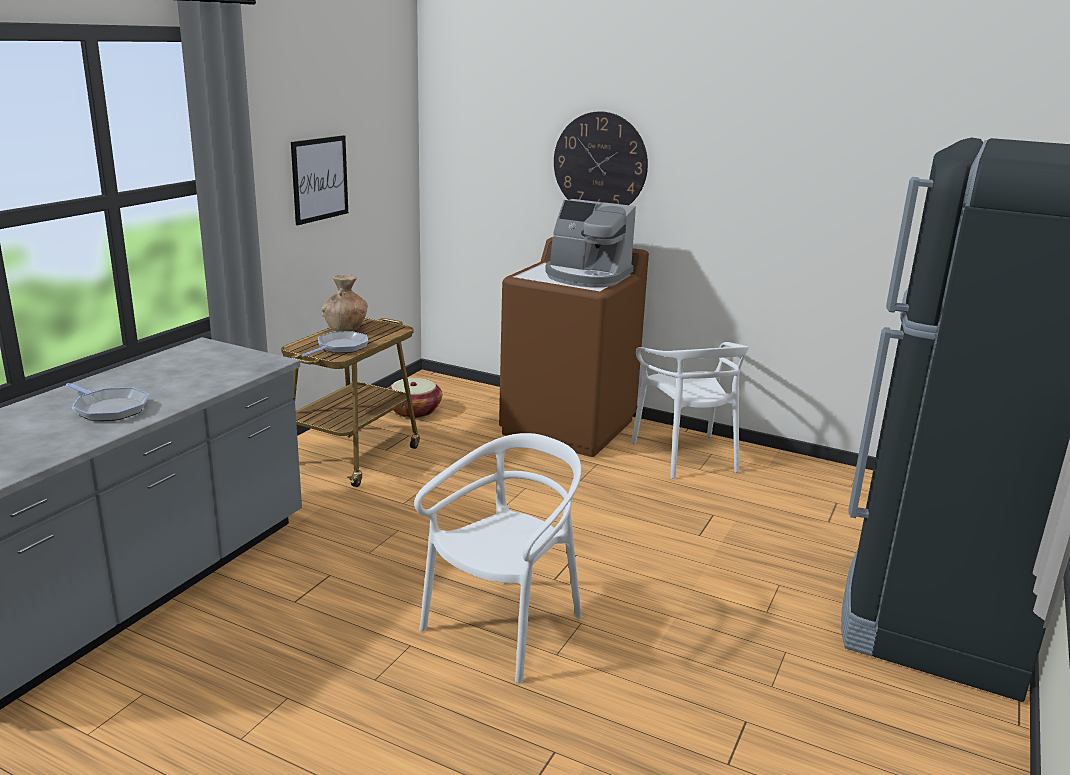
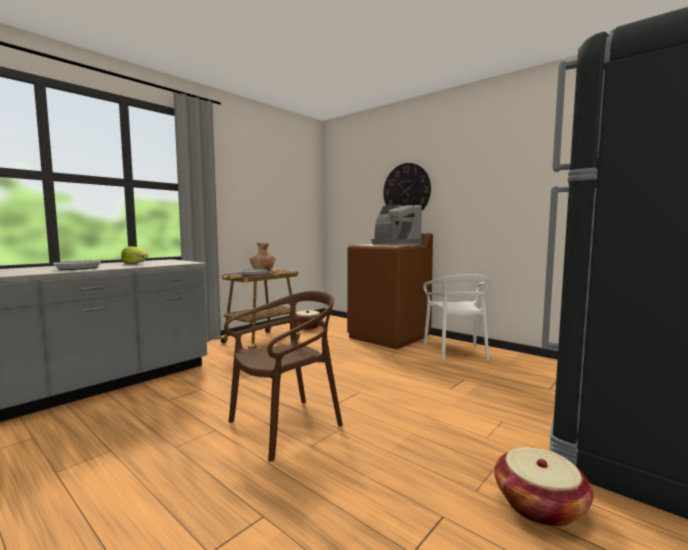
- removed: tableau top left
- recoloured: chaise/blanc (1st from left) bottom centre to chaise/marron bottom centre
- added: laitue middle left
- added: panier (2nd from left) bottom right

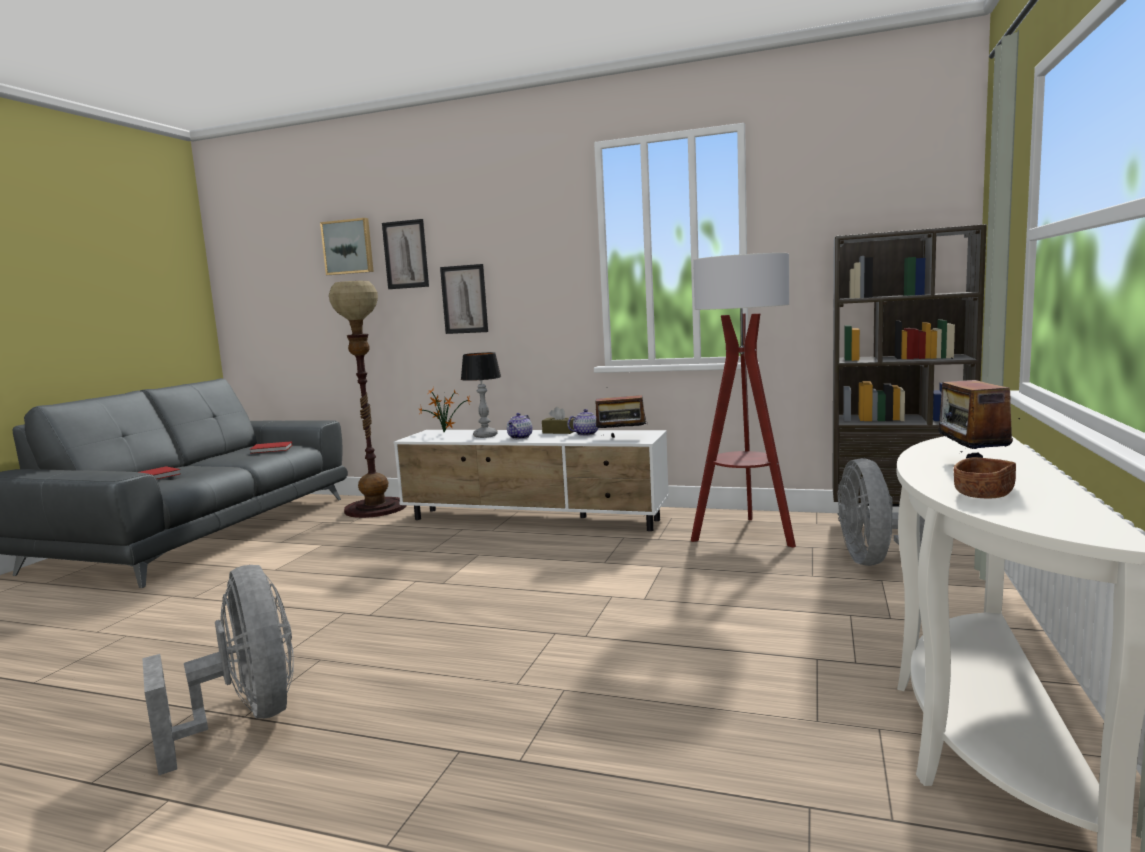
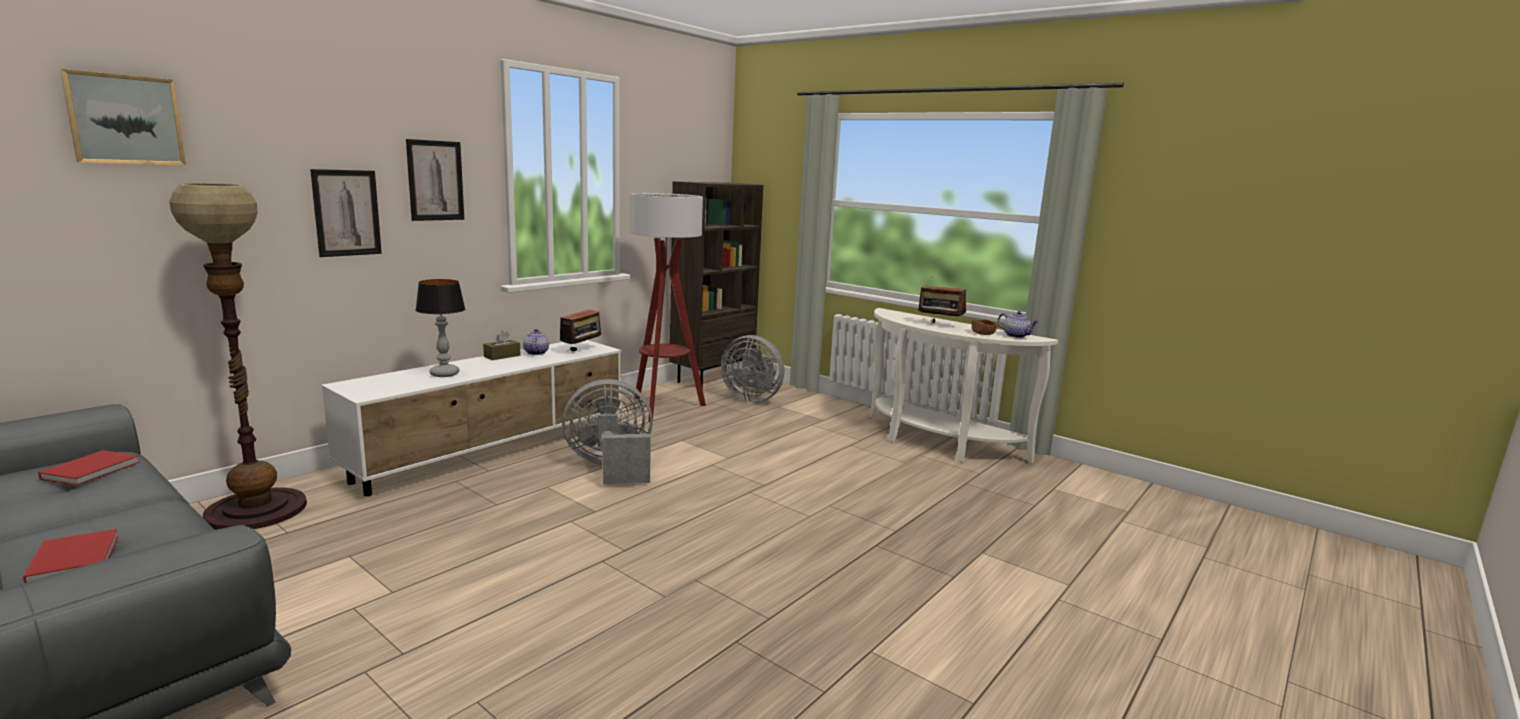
- moved: tableau (2nd from left in the first image) top centre to tableau (3rd from left) top left
- removed: plante en pot centre
- moved: théière (1st from left in the first image) centre to théière (2nd from left) middle right
- moved: ventilateur/gris (1st from left) bottom left to centre

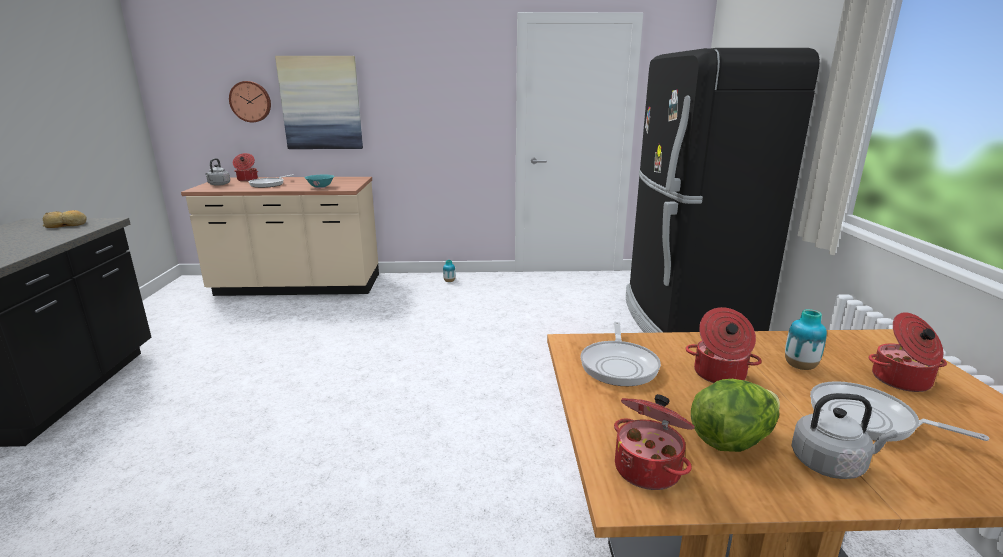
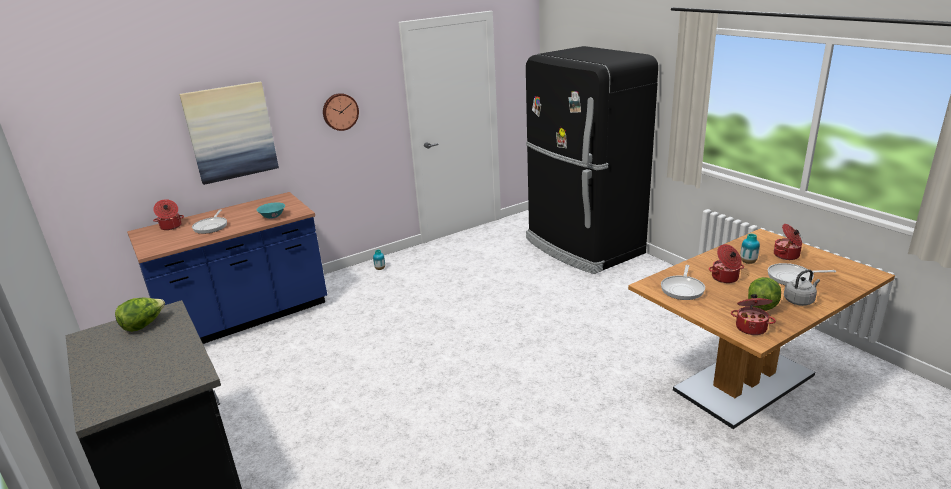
- moved: horloge murale top left to top centre
- removed: bouilloire/gris (1st from left) top left
- recoloured: comptoir de cuisine/beige middle left to comptoir de cuisine/bleu middle left
- replaced: pain middle left to laitue (1st from left) middle left
- turned: poêle (2nd from left) centre = middle right 45 degrees clockwise

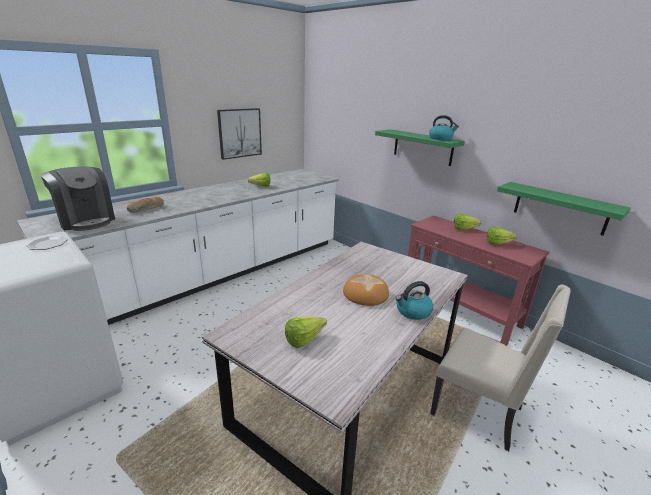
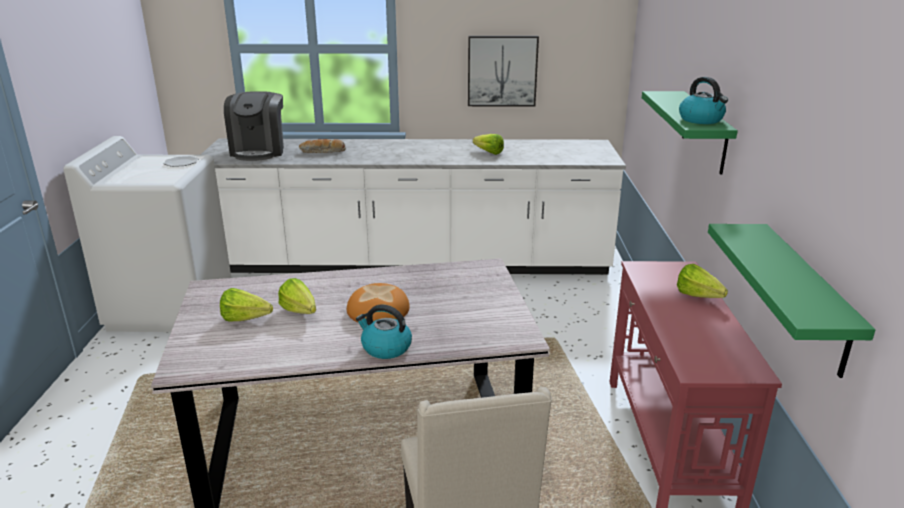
- moved: laitue (4th from left in the first image) middle right to laitue (2nd from left) middle left

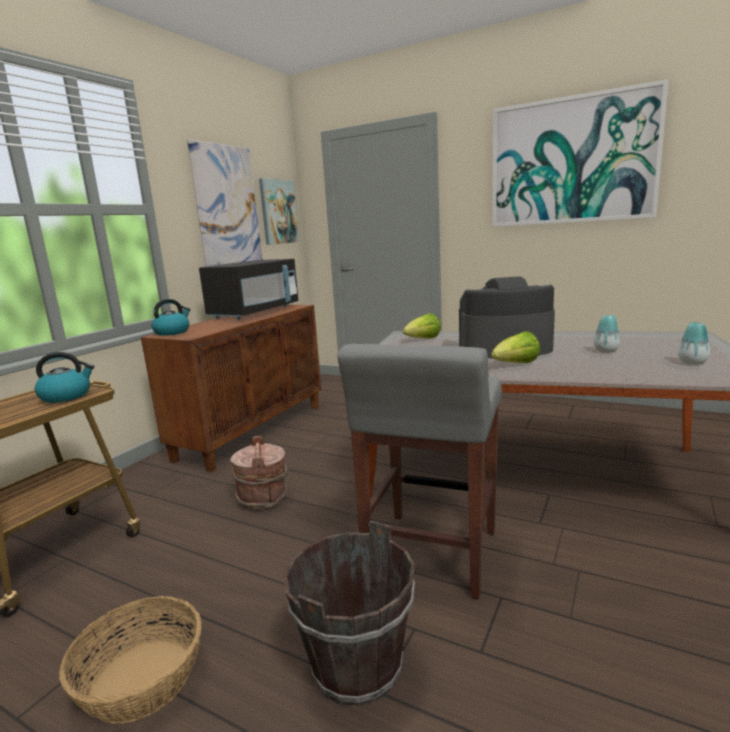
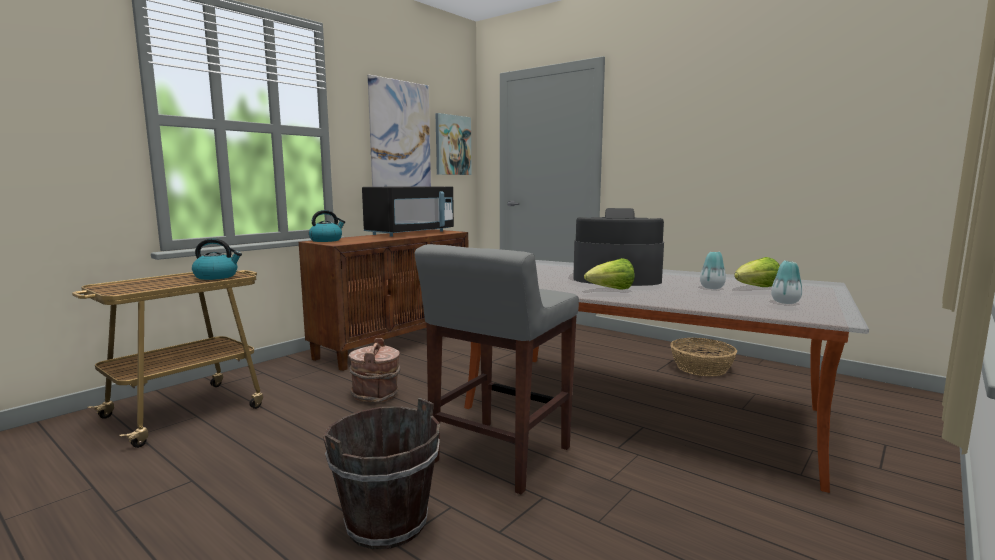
- removed: tableau (3rd from left) top right
- moved: laitue (1st from left in the first image) centre to laitue (2nd from left) middle right
- moved: panier bottom left to middle right

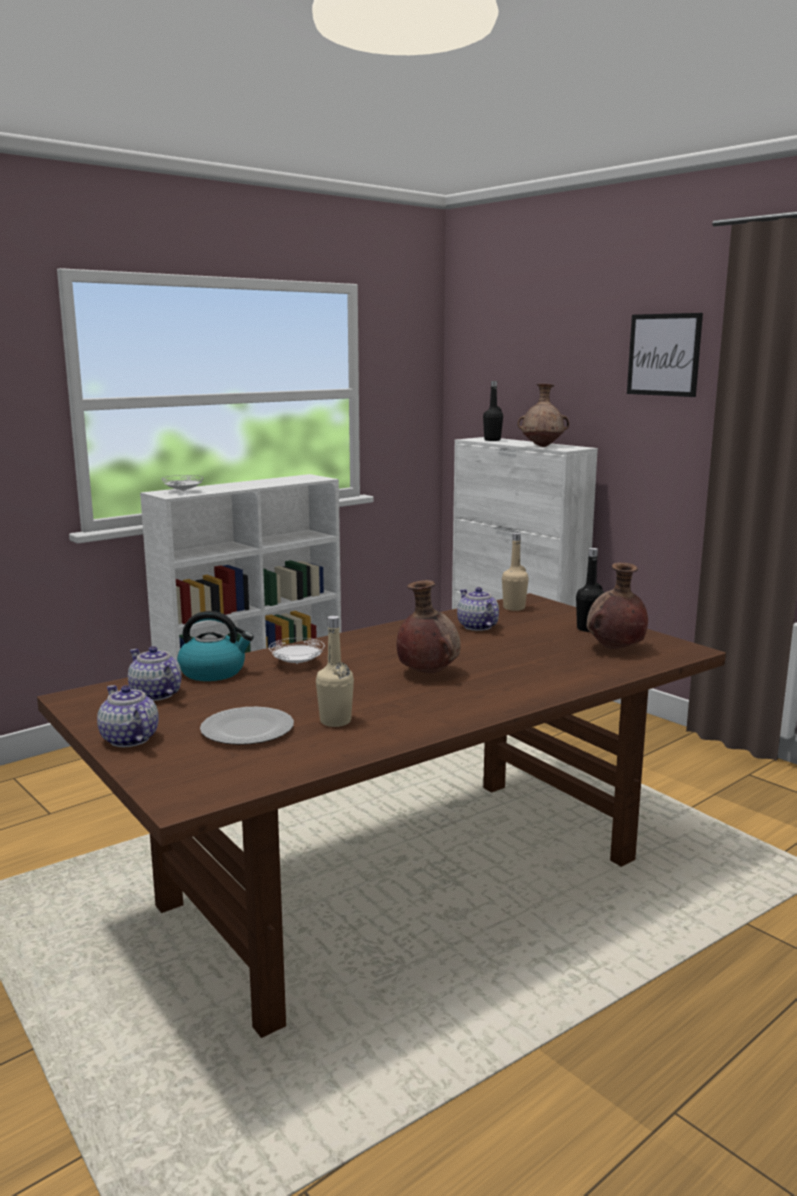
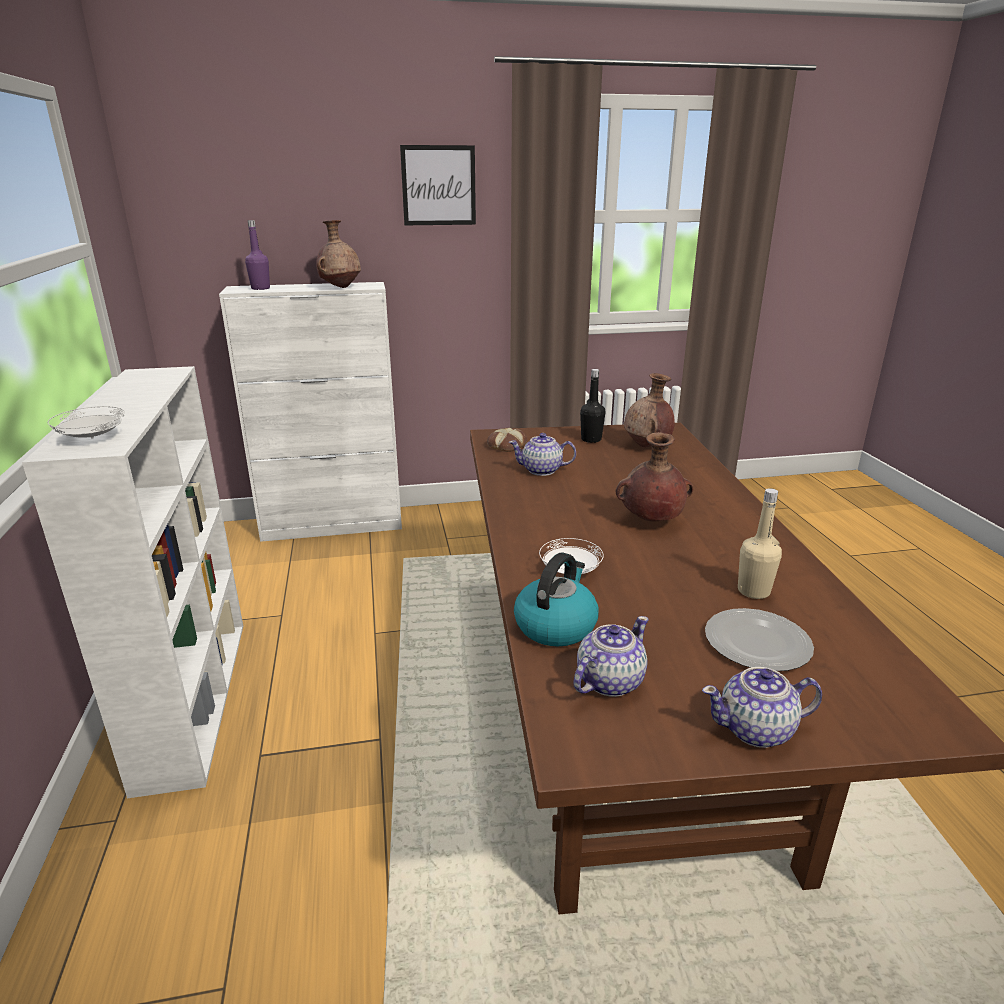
- recoloured: bouteille/noir (1st from left) centre to bouteille/violet top left
- replaced: bouteille/beige (2nd from left) centre to pain centre
- turned: théière (2nd from left) middle left = centre 150 degrees clockwise

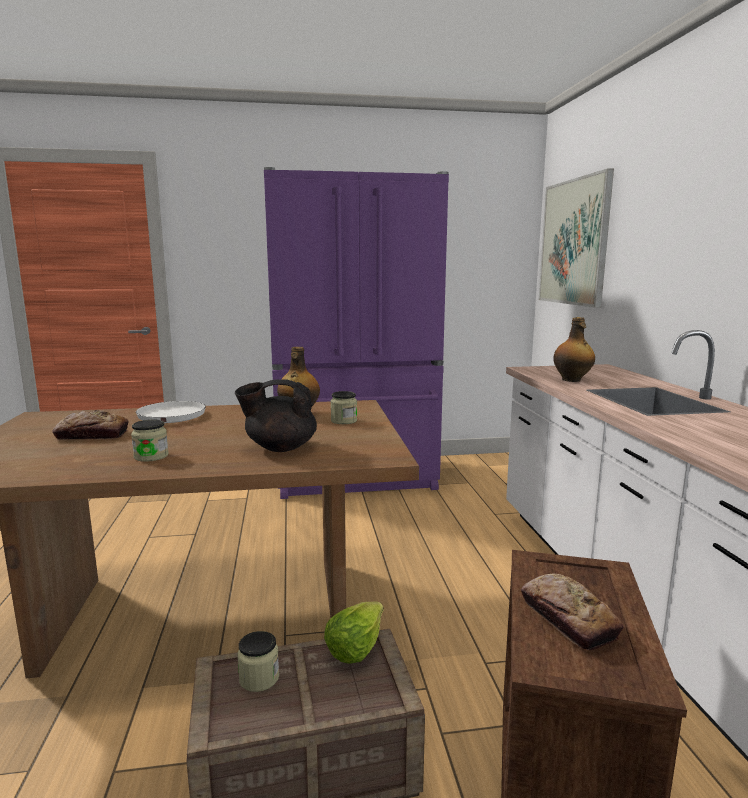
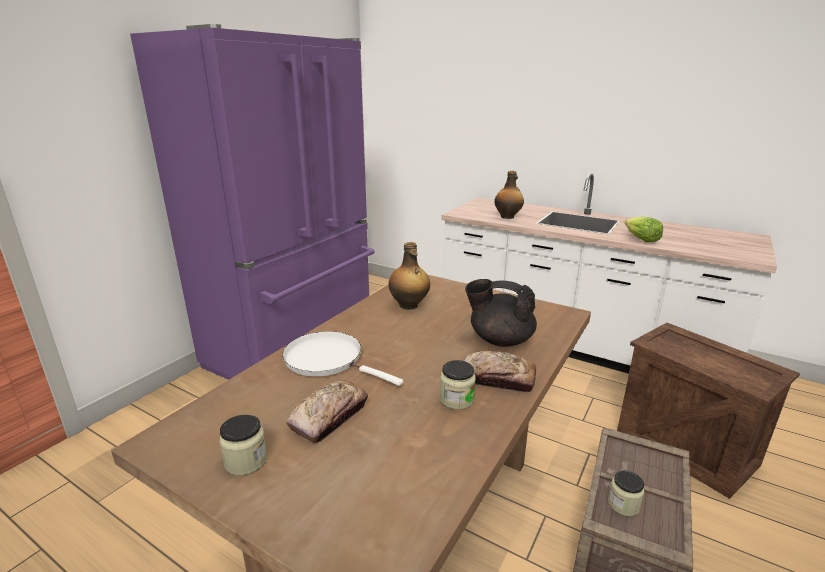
- removed: tableau top right
- turned: théière/noir centre = centre 75 degrees clockwise
- moved: bocal (3rd from left in the first image) centre to bocal (1st from left) bottom left
- moved: pain (2nd from left) bottom right to centre
- moved: laitue bottom centre to middle right

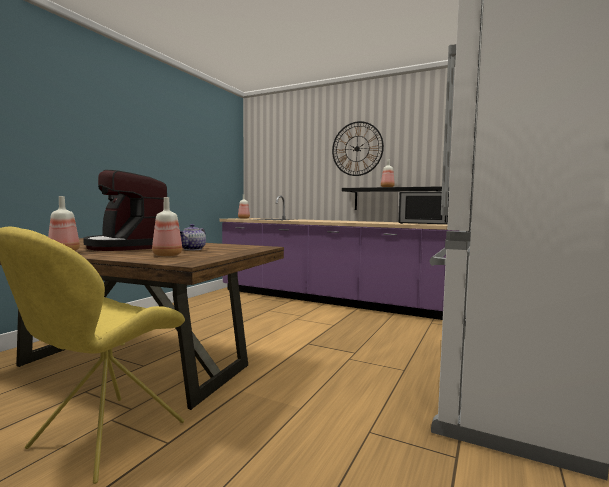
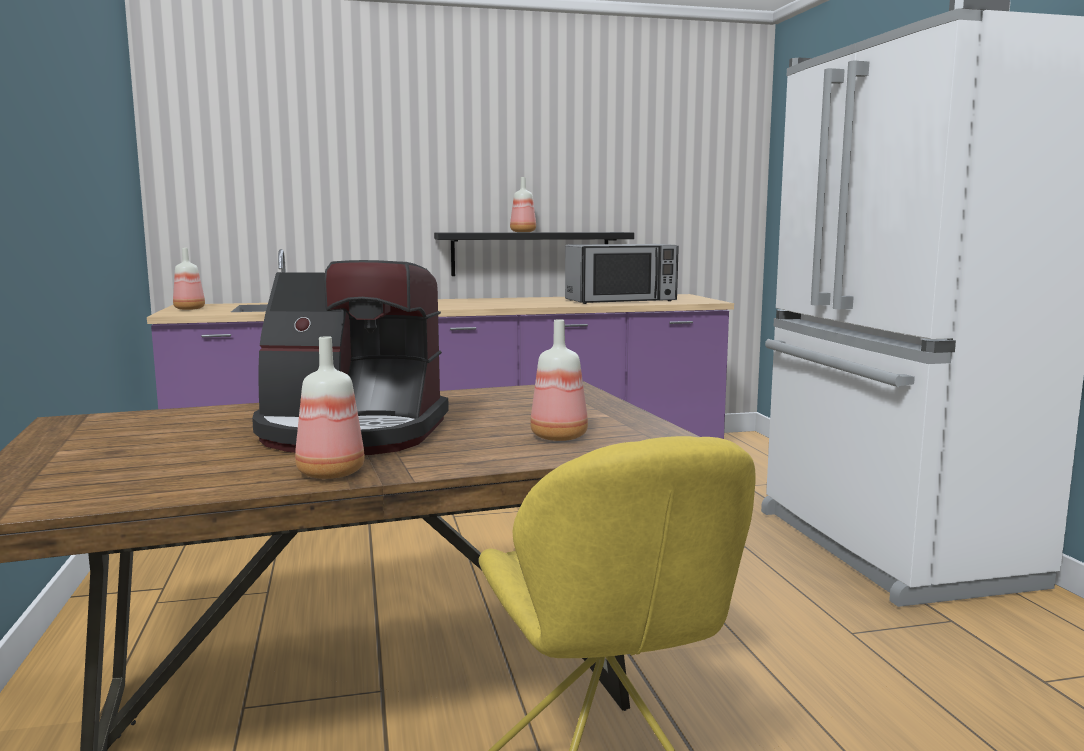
- removed: horloge murale top centre
- removed: théière middle left

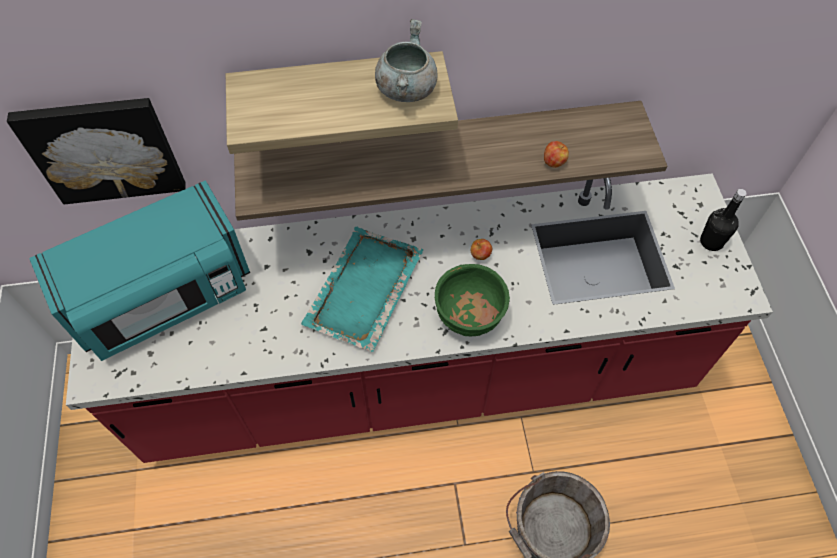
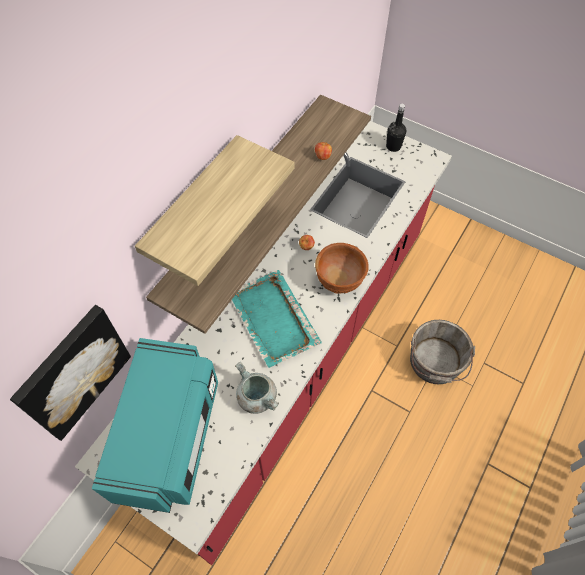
- moved: marmite/gris top centre to bottom centre
- recoloured: bol/vert centre to bol/marron centre

